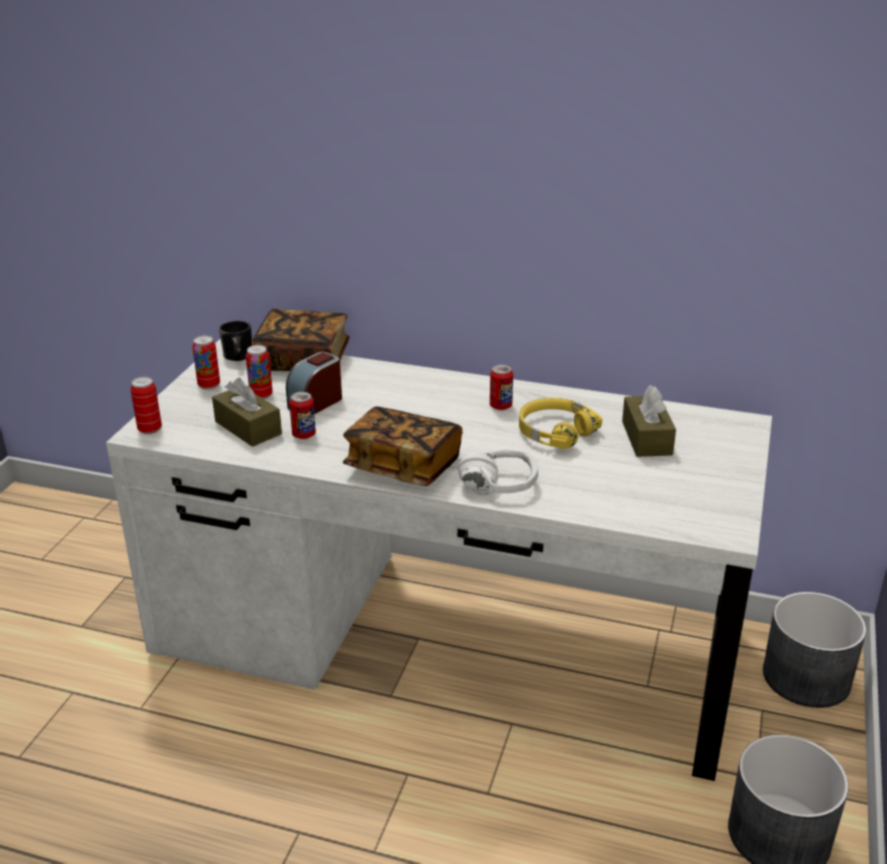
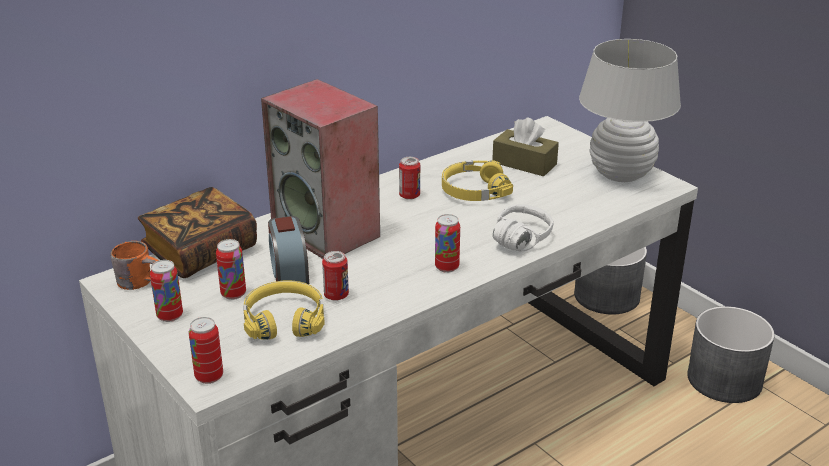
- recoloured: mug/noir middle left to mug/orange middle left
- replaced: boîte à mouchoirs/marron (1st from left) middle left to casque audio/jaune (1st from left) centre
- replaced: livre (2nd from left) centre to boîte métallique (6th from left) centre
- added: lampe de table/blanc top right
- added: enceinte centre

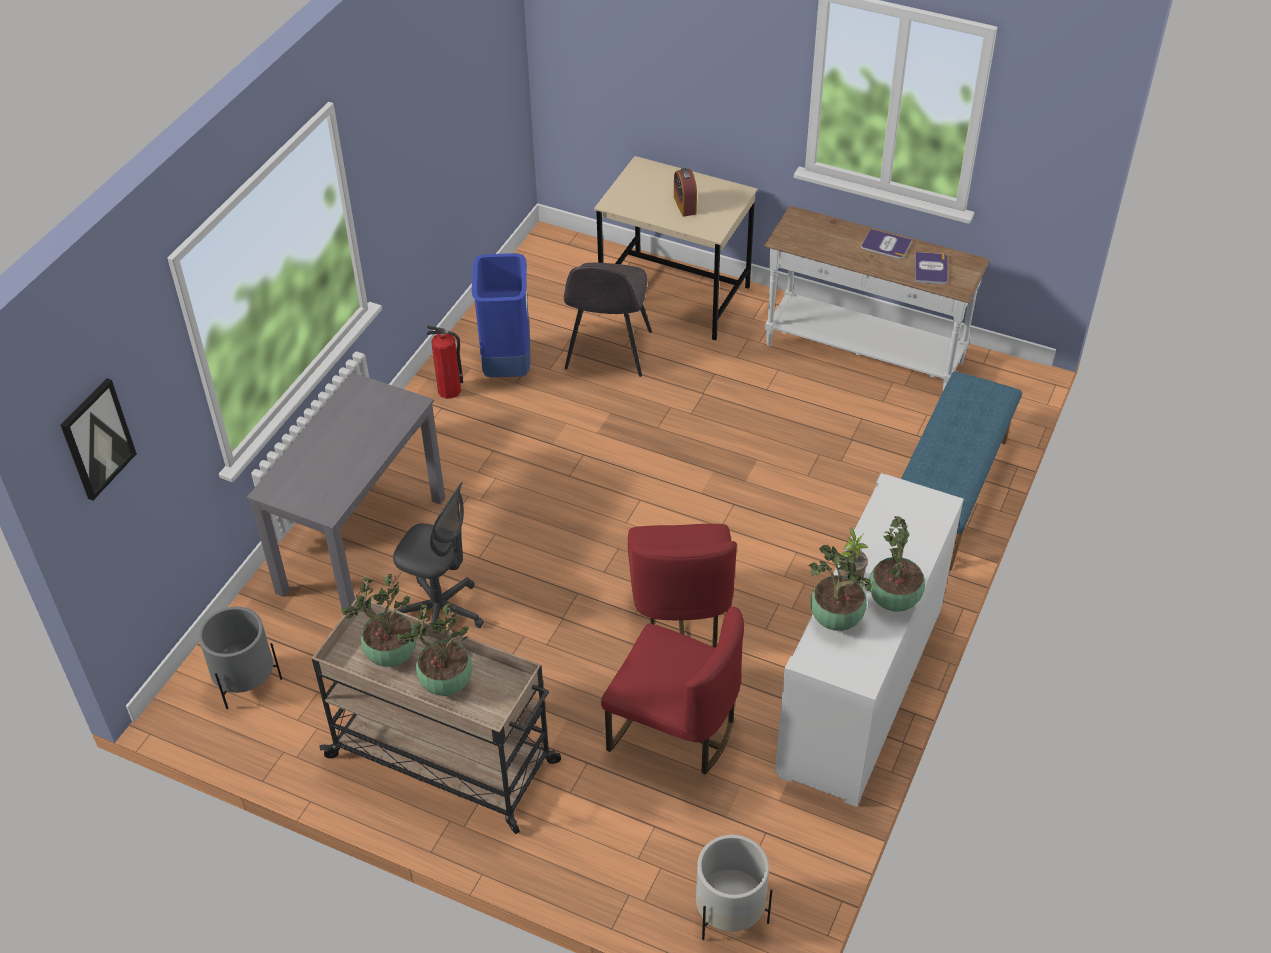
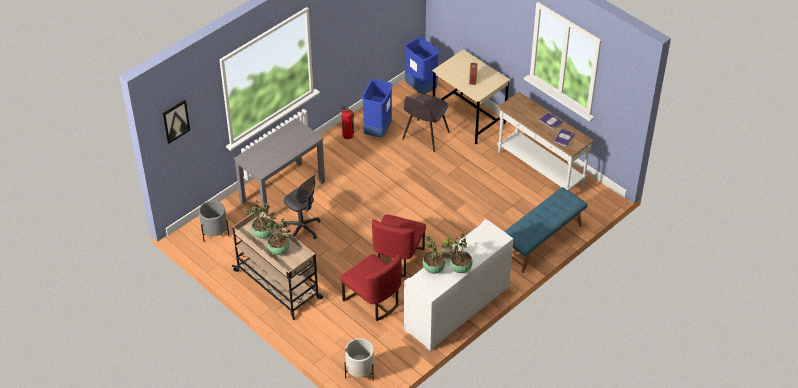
- added: poubelle/bleu (2nd from left) top centre

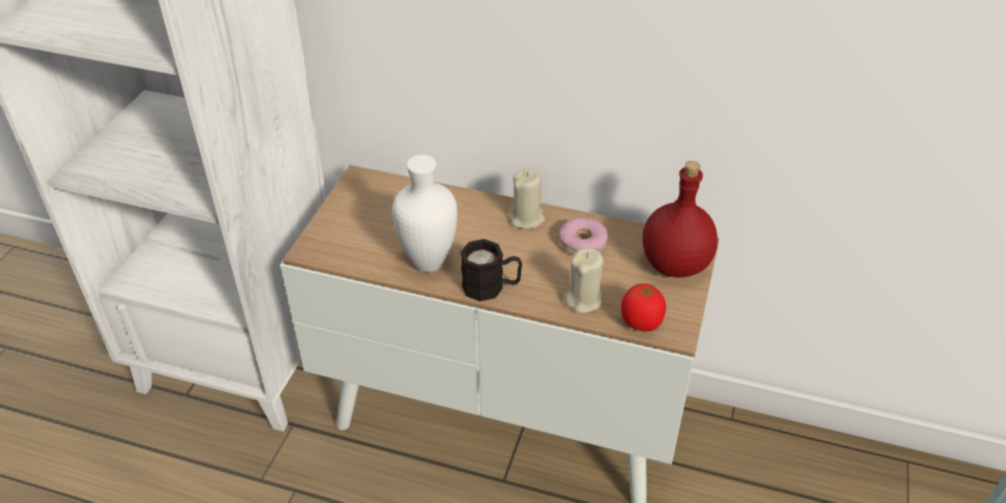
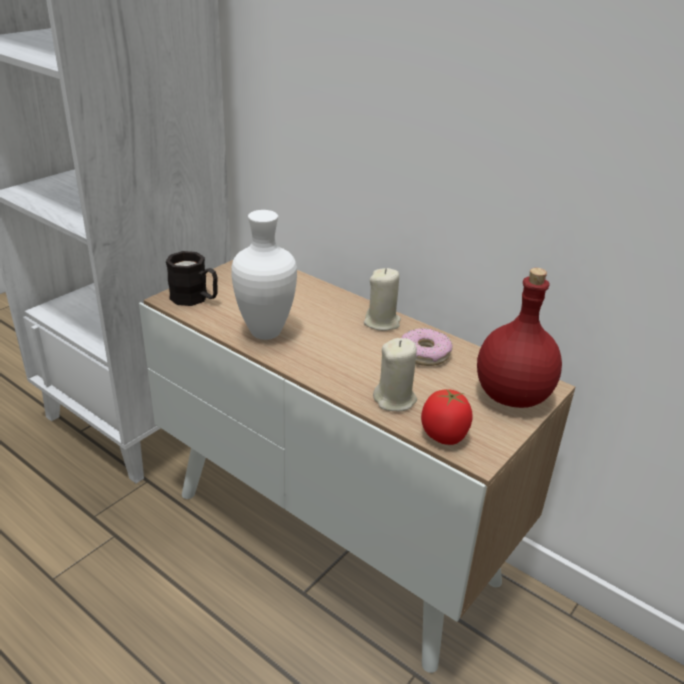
- moved: mug/noir centre to middle left

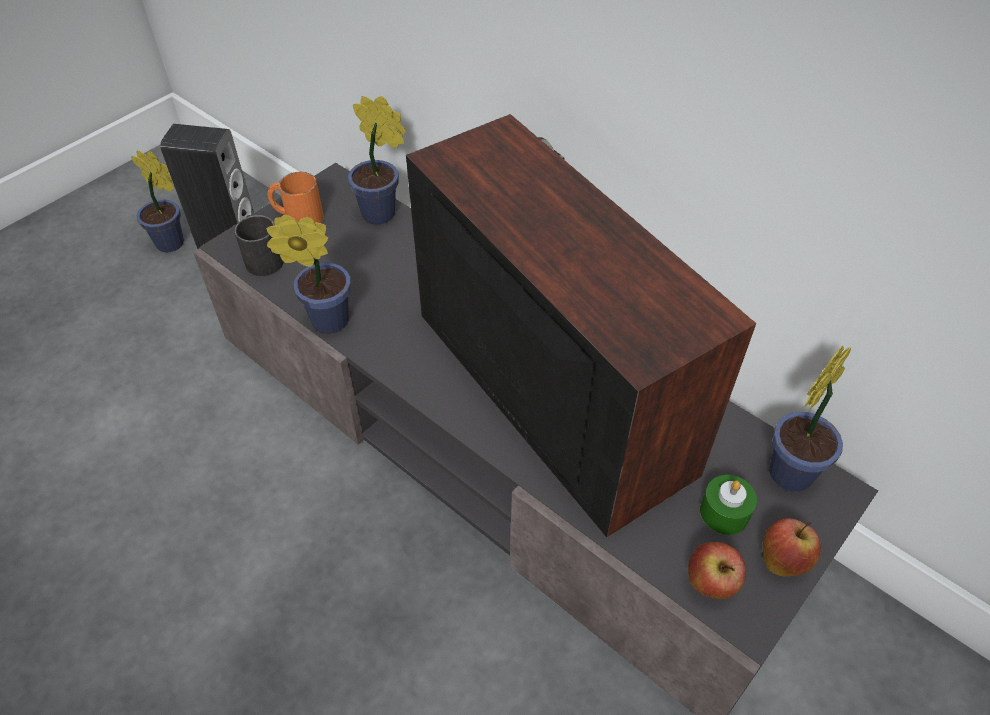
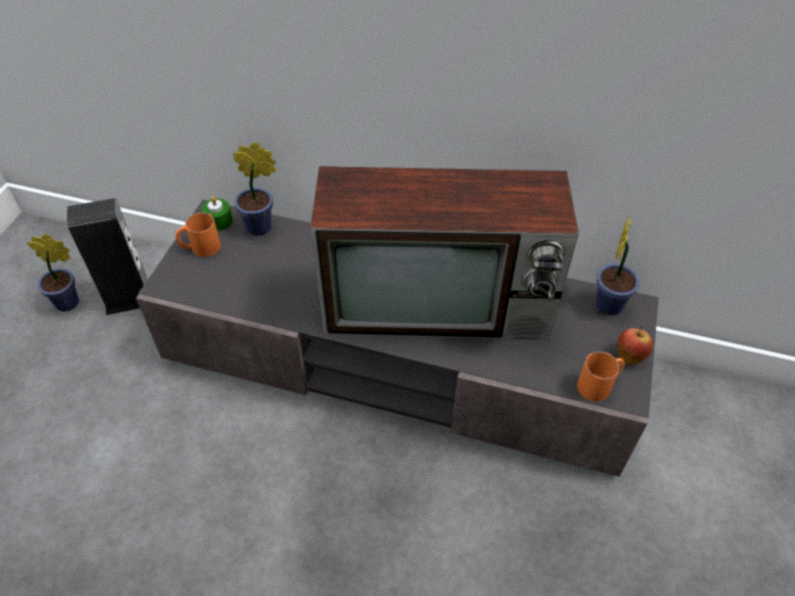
- turned: téléviseur centre = centre 150 degrees clockwise
- removed: mug/noir middle left
- removed: plante en pot (2nd from left) middle left
- moved: bougie/vert bottom right to middle left
- replaced: pomme (1st from left) bottom right to mug/orange (2nd from left) middle right

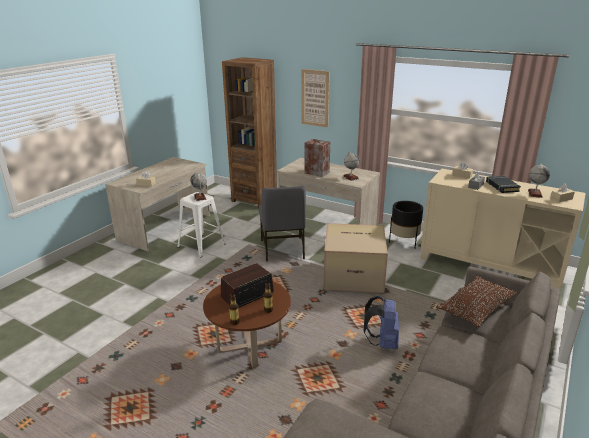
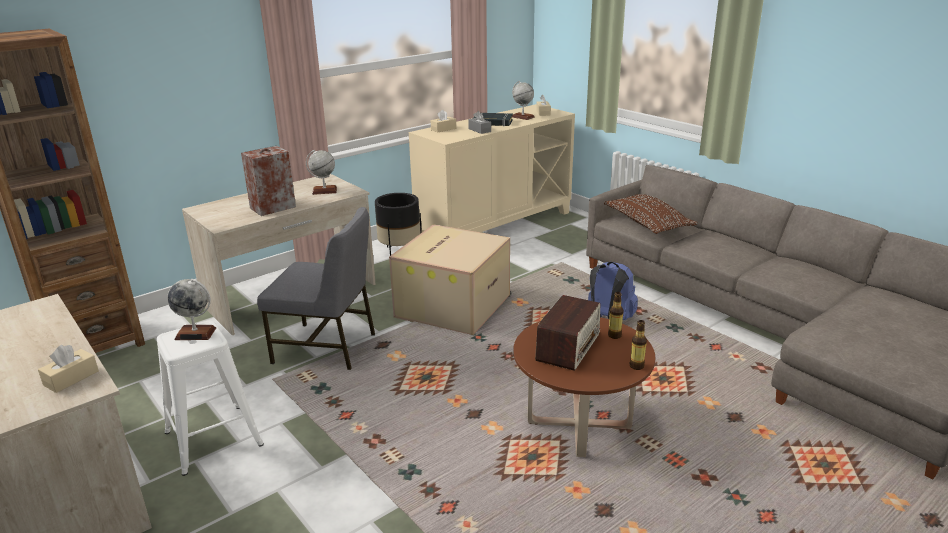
- removed: tableau top centre
- turned: radio centre = centre 135 degrees counterclockwise

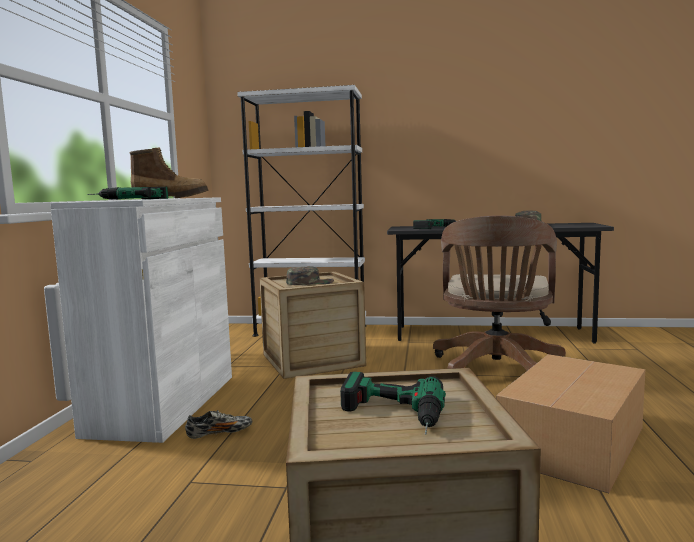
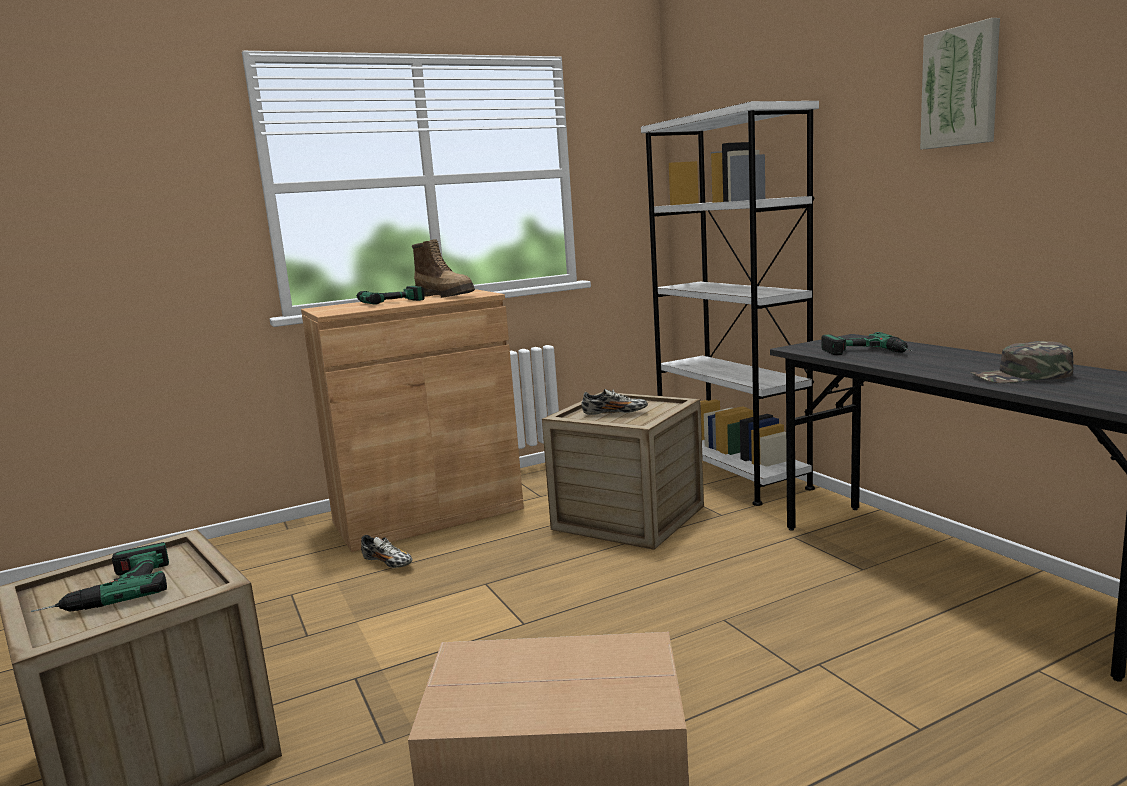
- recoloured: meuble de rangement/blanc middle left to meuble de rangement/marron centre
- removed: chaise de bureau/marron middle right
- replaced: casquette/vert (1st from left) centre to chaussure (2nd from left) centre
- added: tableau top right

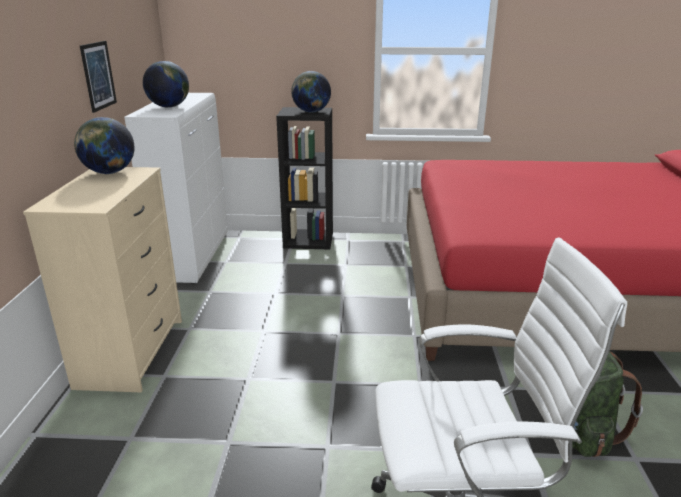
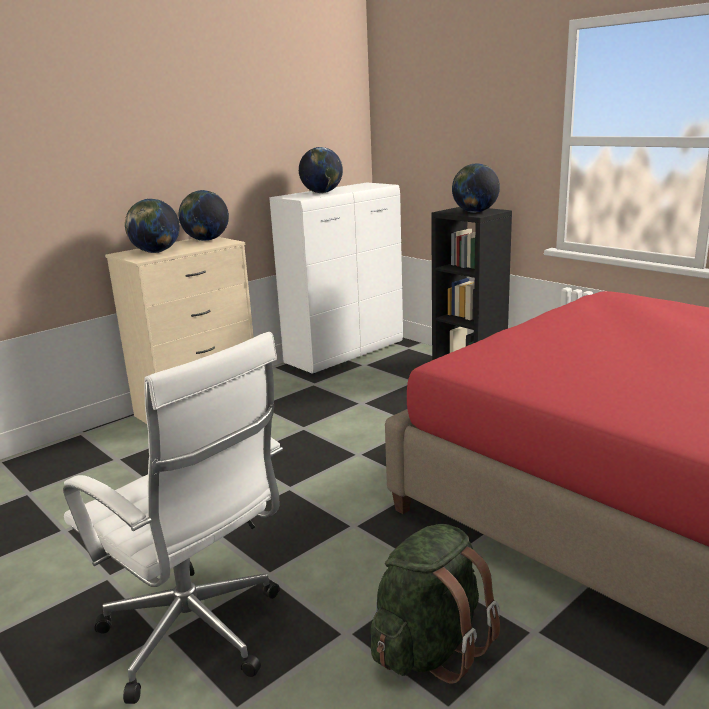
- removed: tableau top left
- added: globe (1st from left) top left

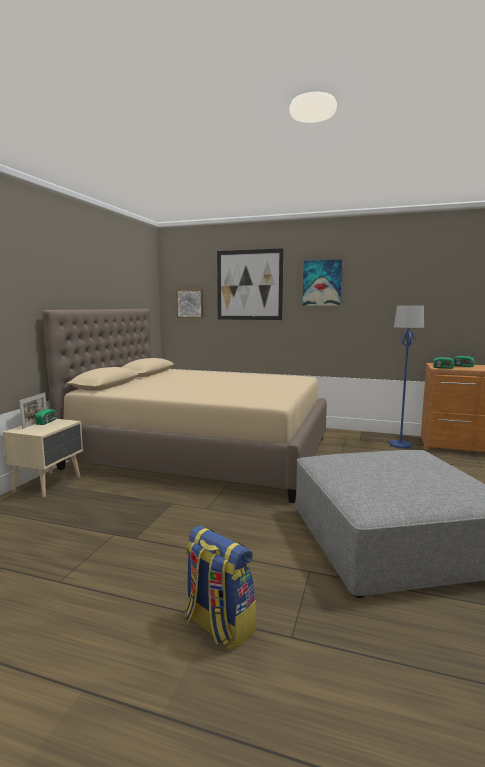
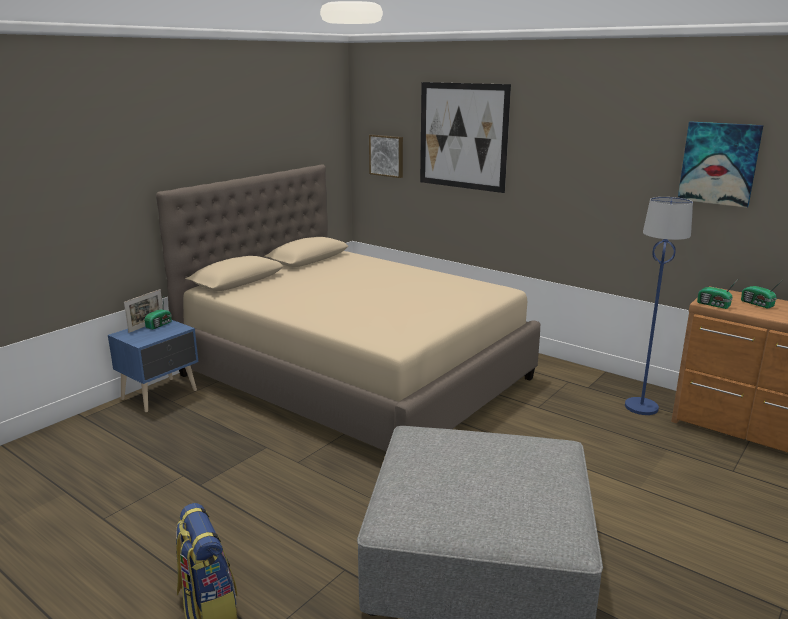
- moved: tableau (3rd from left) centre to top right
- recoloured: table de chevet/beige middle left to table de chevet/bleu middle left

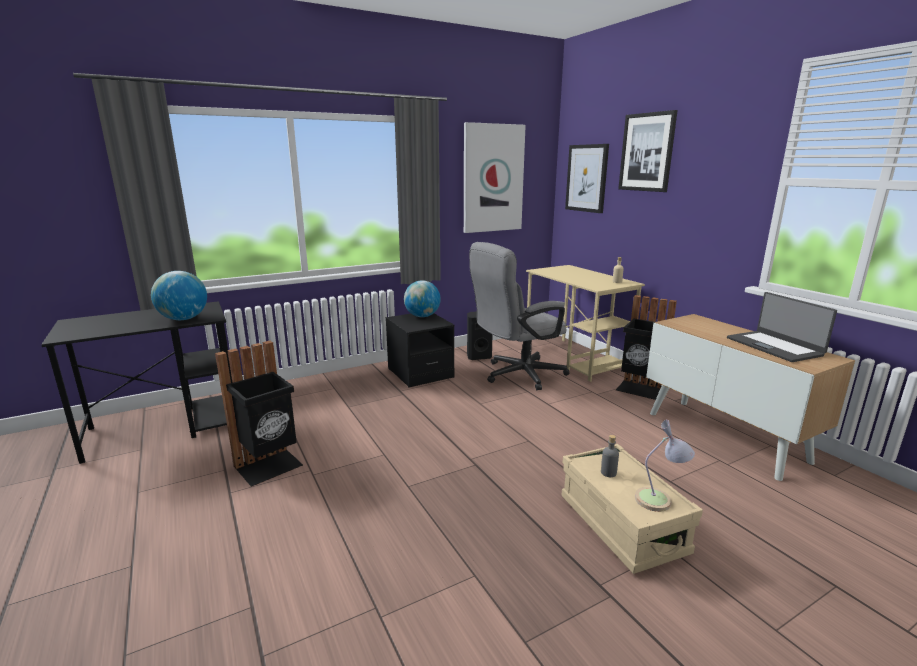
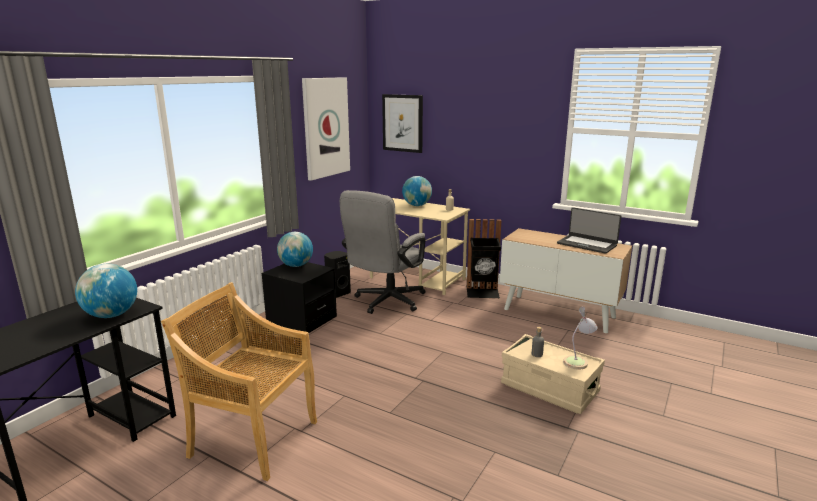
- removed: tableau (3rd from left) top right
- replaced: poubelle/noir (1st from left) middle left to chaise/beige bottom left
- added: globe (3rd from left) centre

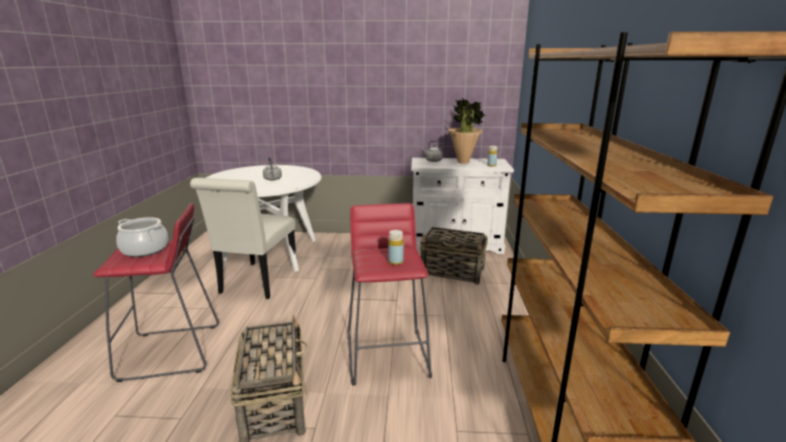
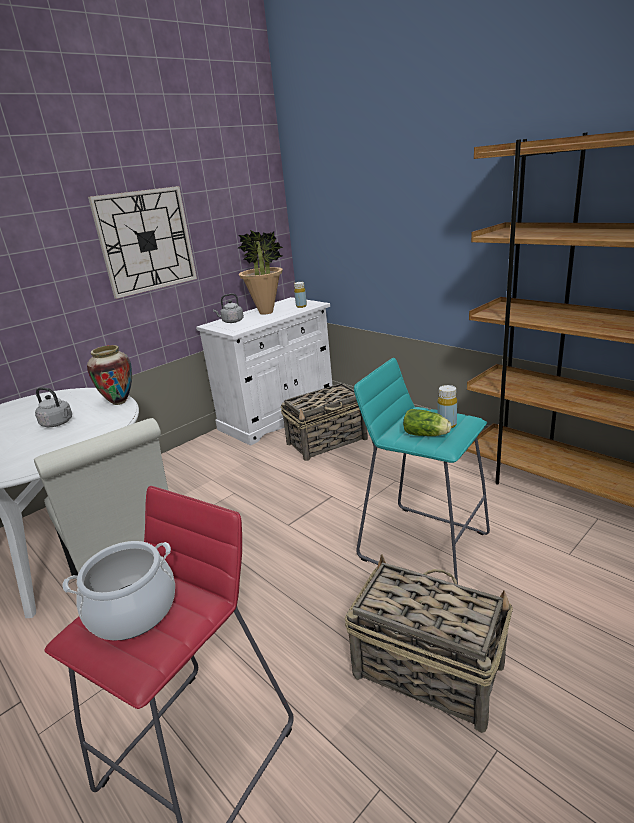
- recoloured: tabouret/rouge (2nd from left) centre to tabouret/turquoise centre
- added: horloge murale top left
- added: vase middle left
- added: laitue middle right

